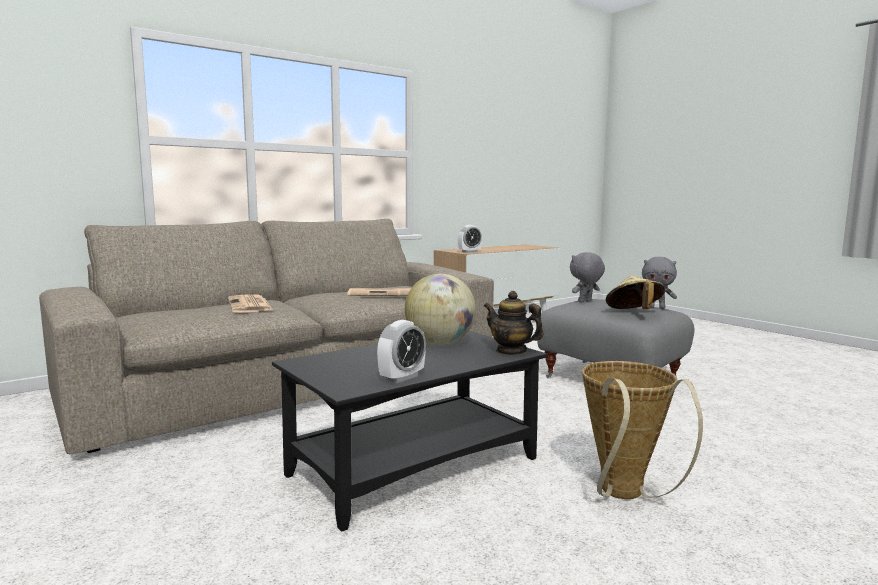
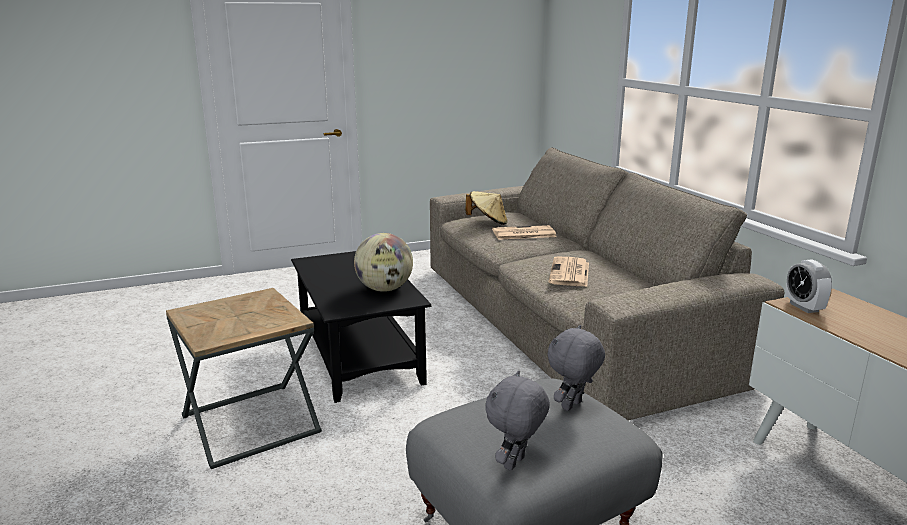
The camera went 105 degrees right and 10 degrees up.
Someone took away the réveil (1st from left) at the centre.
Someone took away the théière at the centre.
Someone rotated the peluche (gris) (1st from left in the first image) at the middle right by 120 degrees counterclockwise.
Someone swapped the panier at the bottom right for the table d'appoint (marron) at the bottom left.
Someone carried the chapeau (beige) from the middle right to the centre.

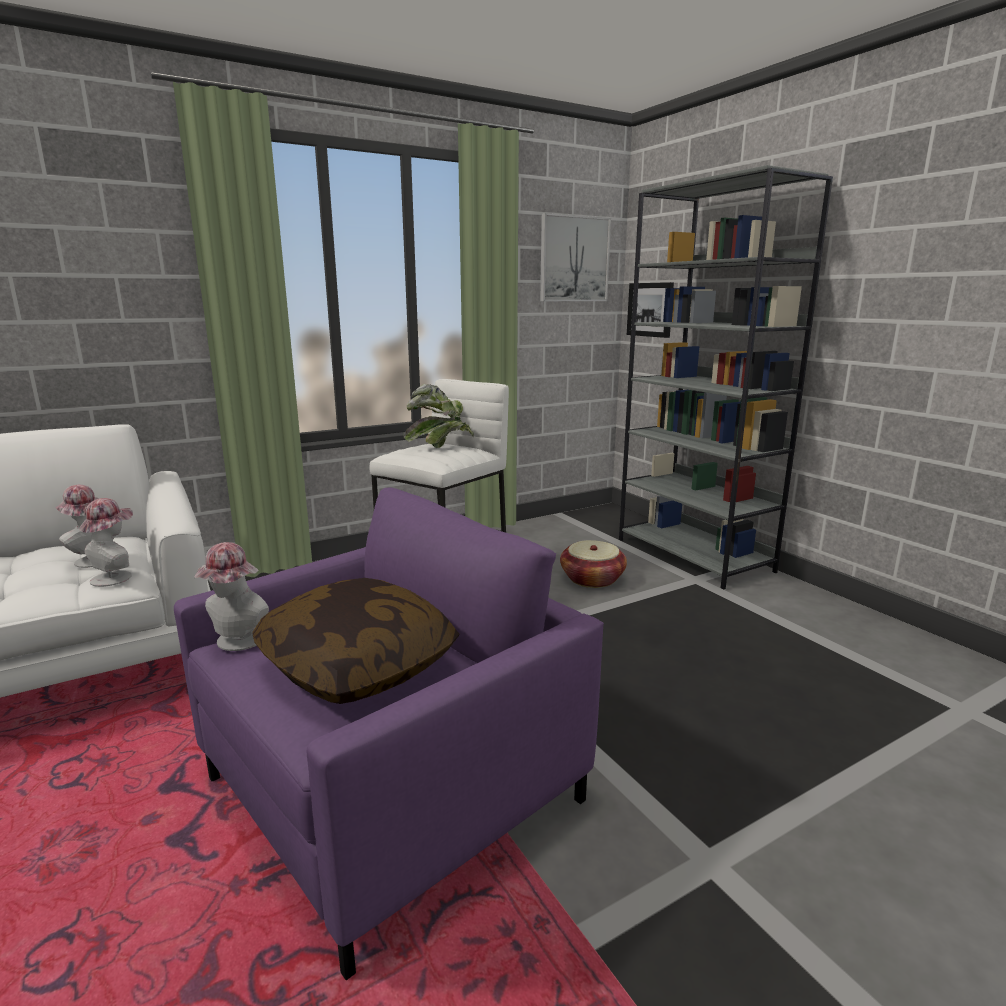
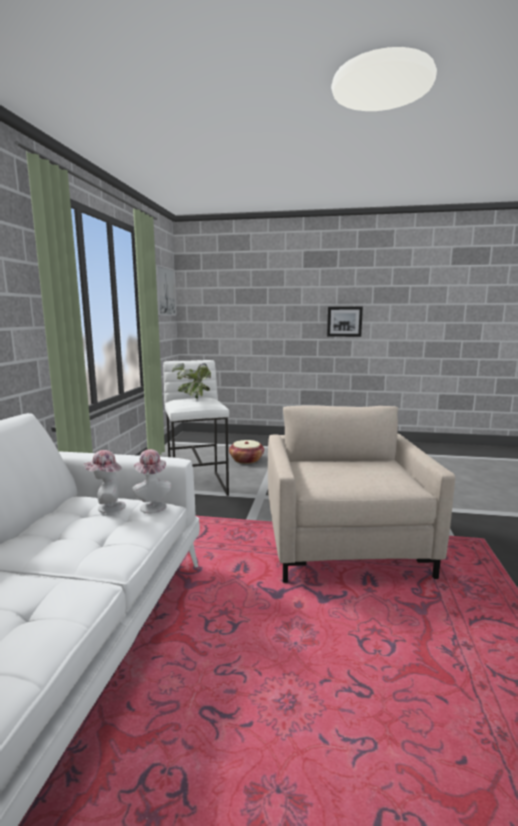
The camera went 50 degrees left and 5 degrees down.
Someone repainted the fauteuil (violet) at the bottom centre, which became the fauteuil (beige) at the middle right.
Someone took away the chapeau (3rd from left) at the middle left.
Someone took away the coussin at the centre.
Someone took away the bibliothèque (gris) at the middle right.
Someone carried the tableau (2nd from left) from the top centre to the centre.

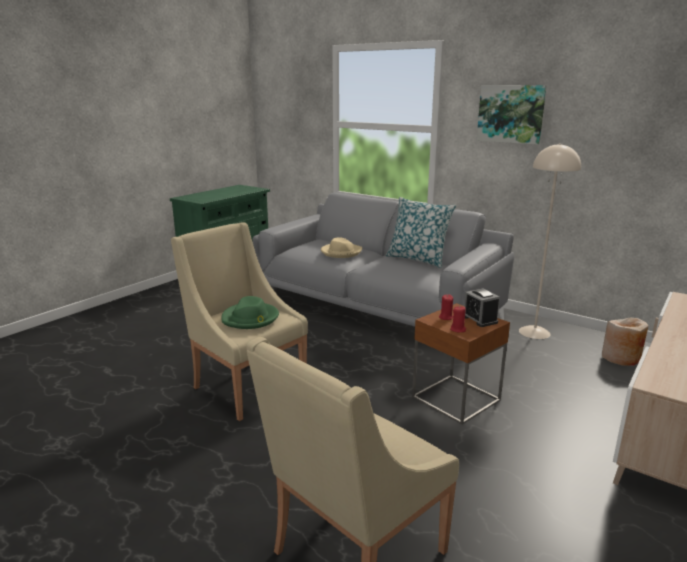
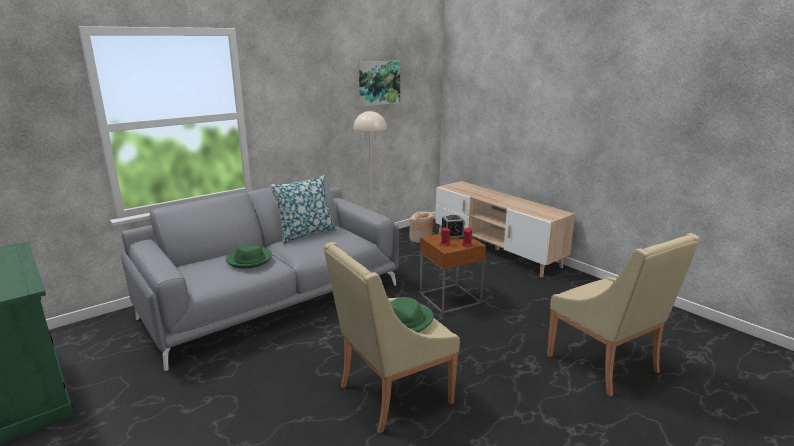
The camera went 75 degrees left and 0 degrees up.
Someone repainted the chapeau (beige) at the centre, which became the chapeau (vert) (1st from left) at the middle left.
Someone carried the tableau from the top right to the top centre.

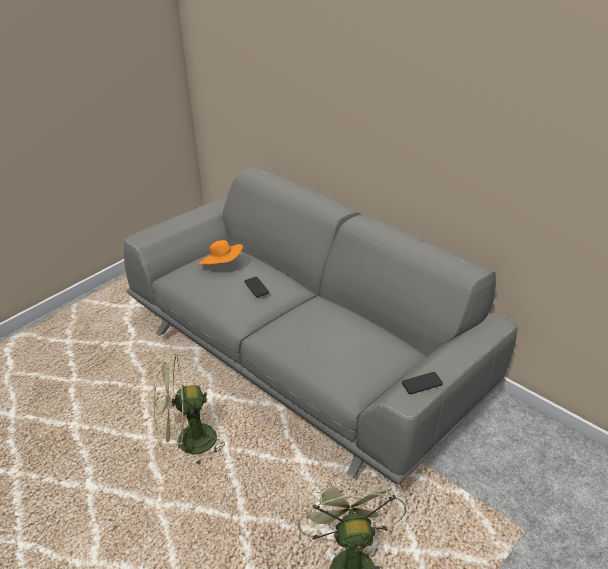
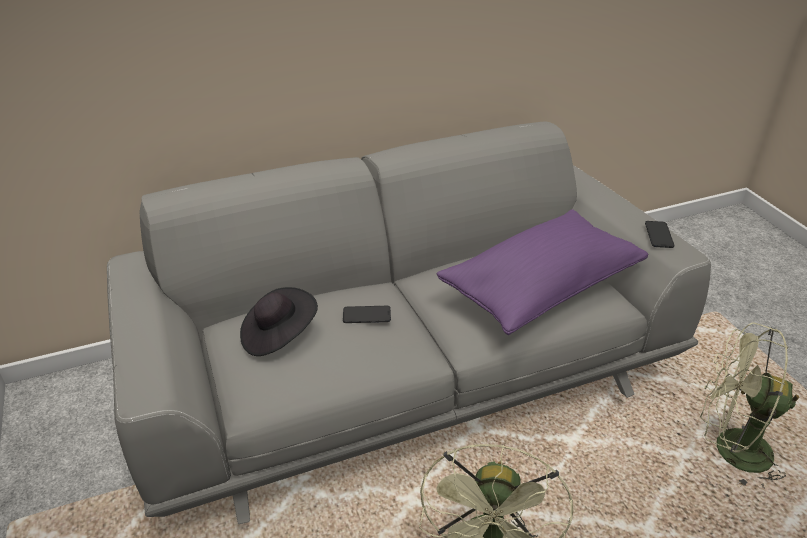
The camera went 65 degrees left and 0 degrees up.
Someone repainted the chapeau (orange) at the centre, which became the chapeau (noir) at the centre.
Someone put down the coussin (violet) at the middle right.

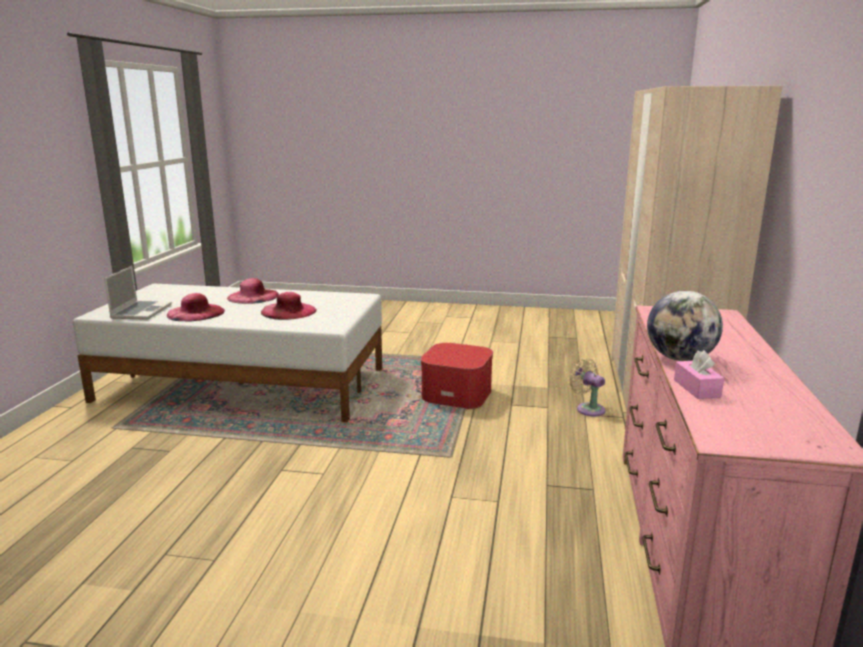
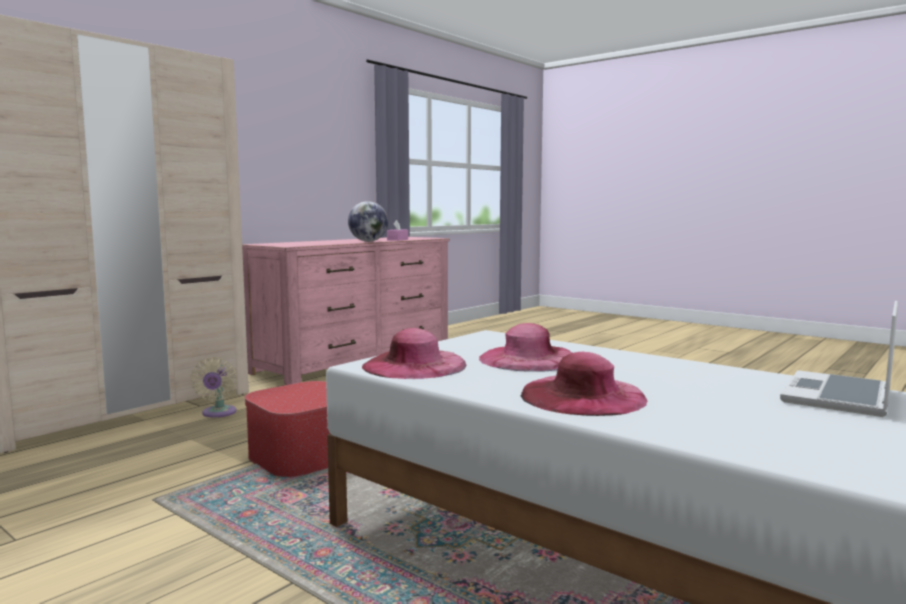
The camera went 150 degrees left and 10 degrees down.
Someone carried the chapeau (rose) (1st from left) from the middle left to the centre.

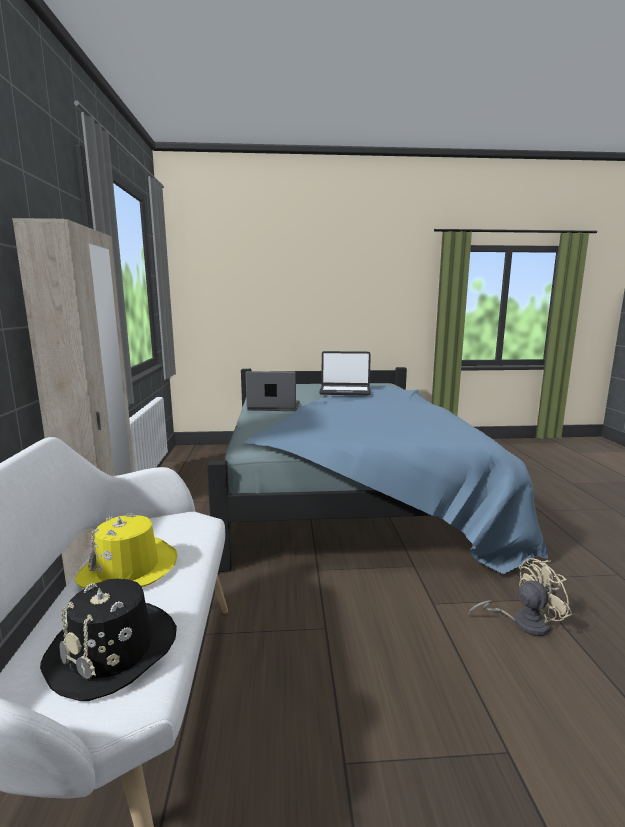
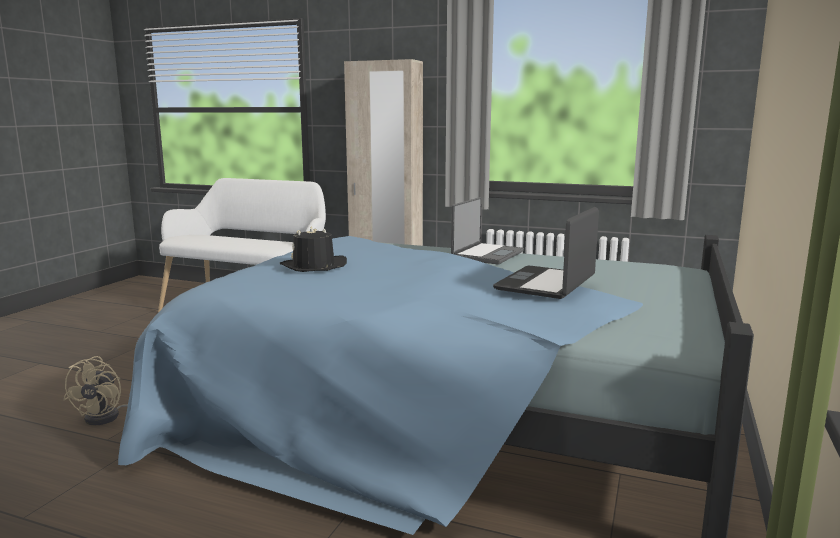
The camera went 115 degrees right and 0 degrees up.
Someone carried the chapeau (noir) from the bottom left to the centre.
Someone took away the chapeau (jaune) at the middle left.

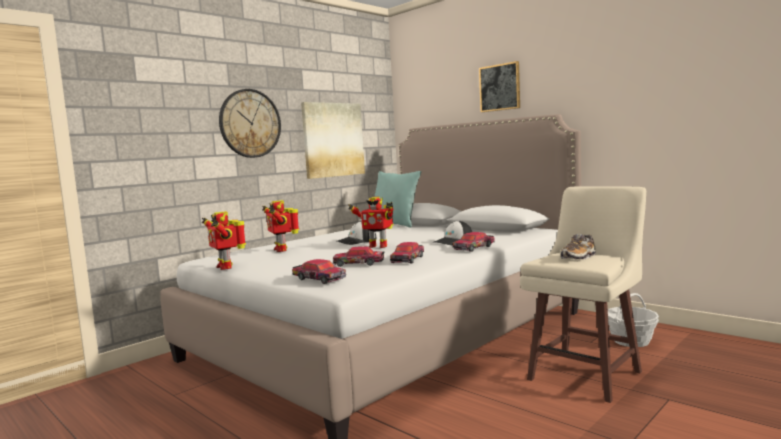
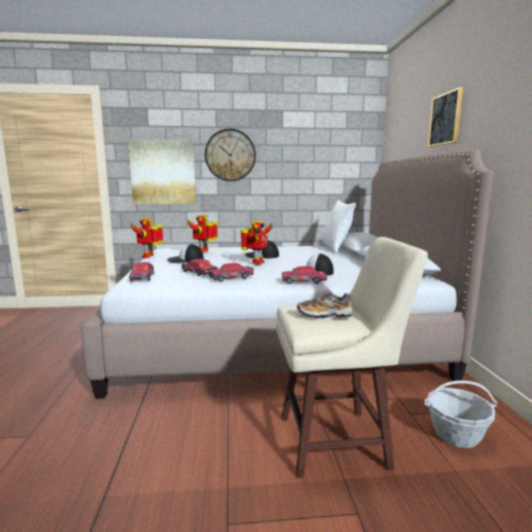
The camera went 40 degrees right and 5 degrees up.
Someone carried the tableau (1st from left) from the top centre to the top left.
Someone rotated the robot jouet (3rd from left) at the centre by 135 degrees counterclockwise.
Someone repainted the coussin (turquoise) at the centre, which became the coussin (blanc) at the centre.
Someone put down the casquette (1st from left) at the centre.

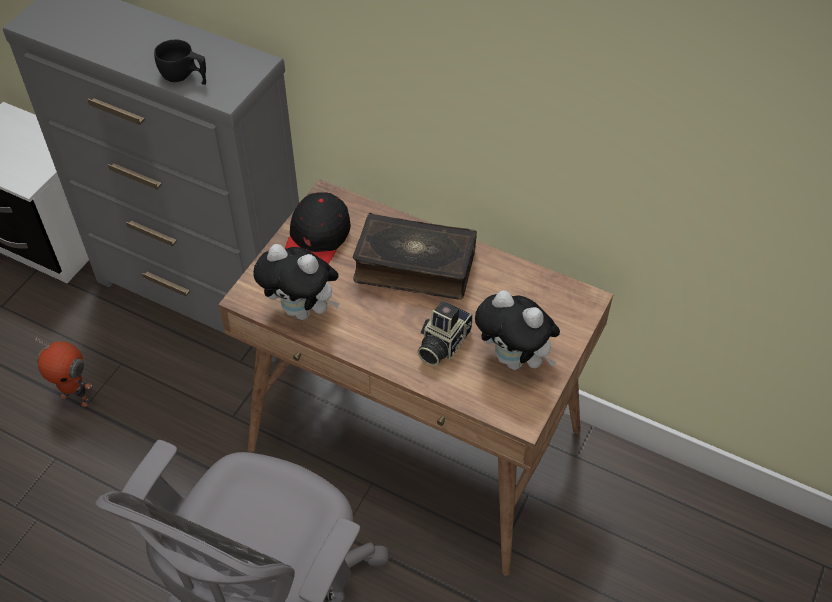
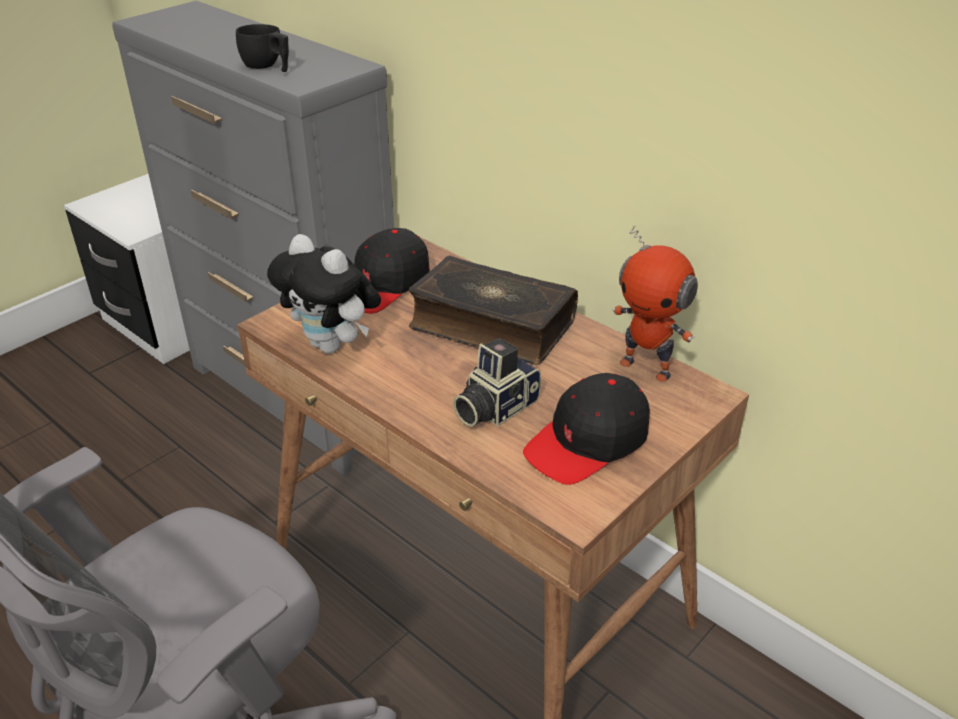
The camera went 15 degrees right and 15 degrees down.
Someone carried the robot jouet from the middle left to the middle right.
Someone swapped the peluche (2nd from left) at the centre for the casquette (noir) (2nd from left) at the centre.

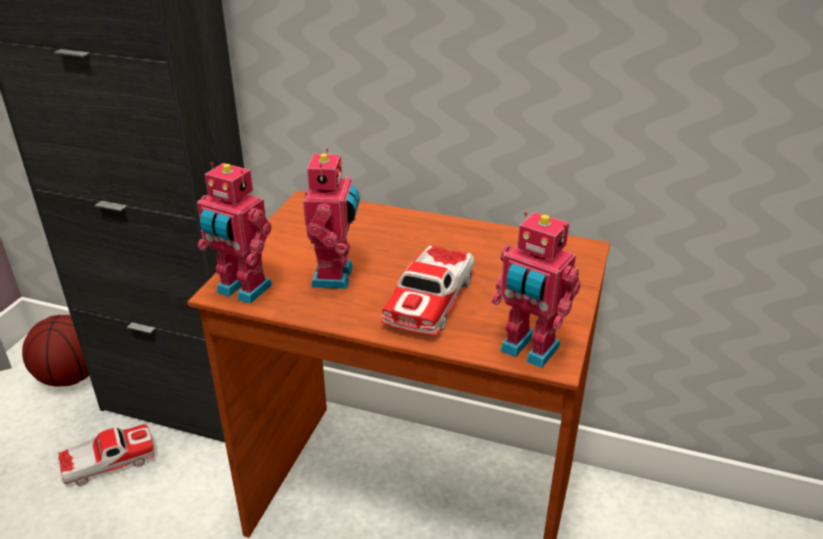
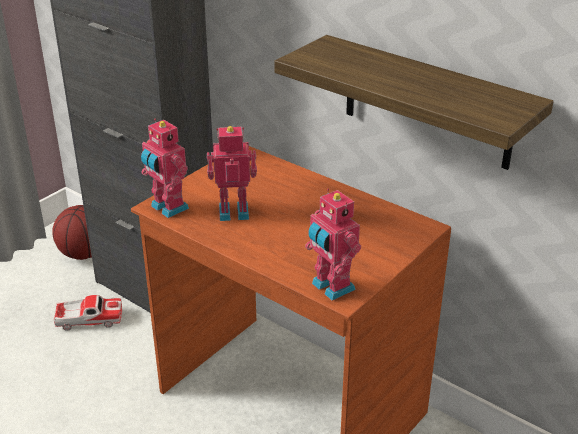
The camera went 20 degrees right and 0 degrees up.
Someone rotated the robot jouet (2nd from left) at the centre by 120 degrees counterclockwise.
Someone took away the petite voiture (2nd from left) at the centre.
Someone put up the étagère at the top right.

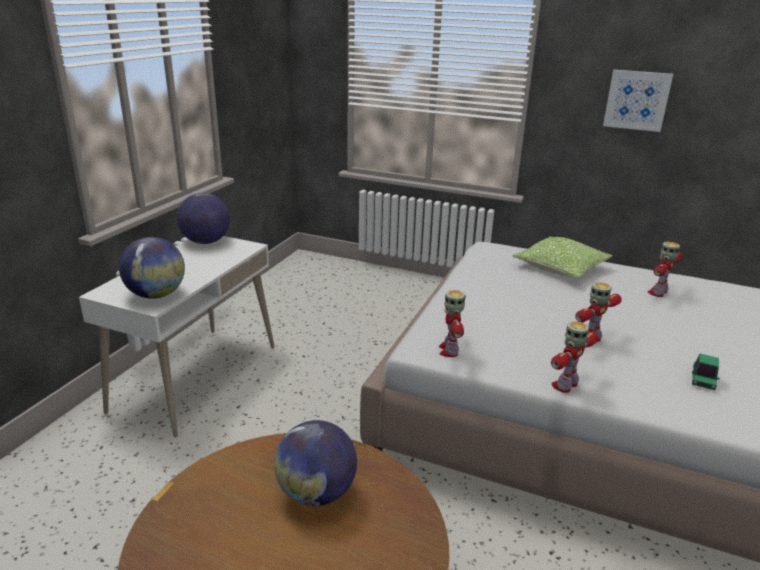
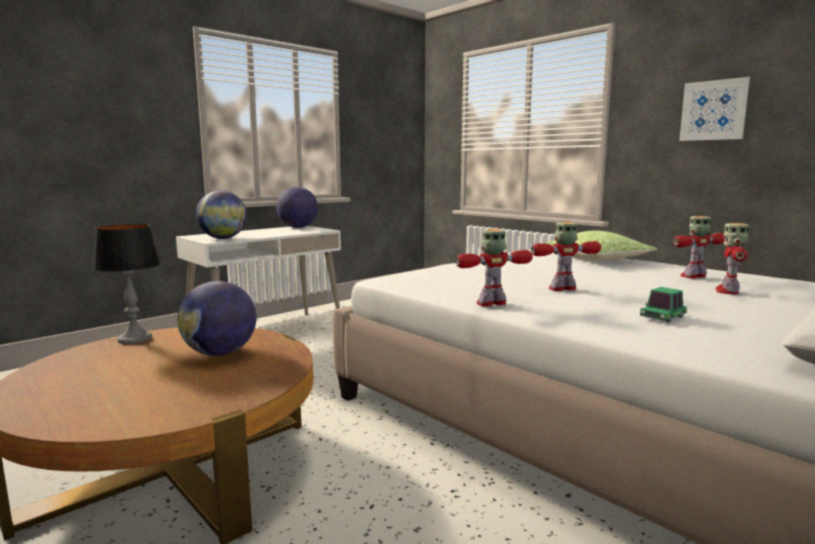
The camera went 25 degrees right and 15 degrees down.
Someone carried the robot jouet (1st from left in the first image) from the centre to the middle right.
Someone put down the lampe de table at the middle left.

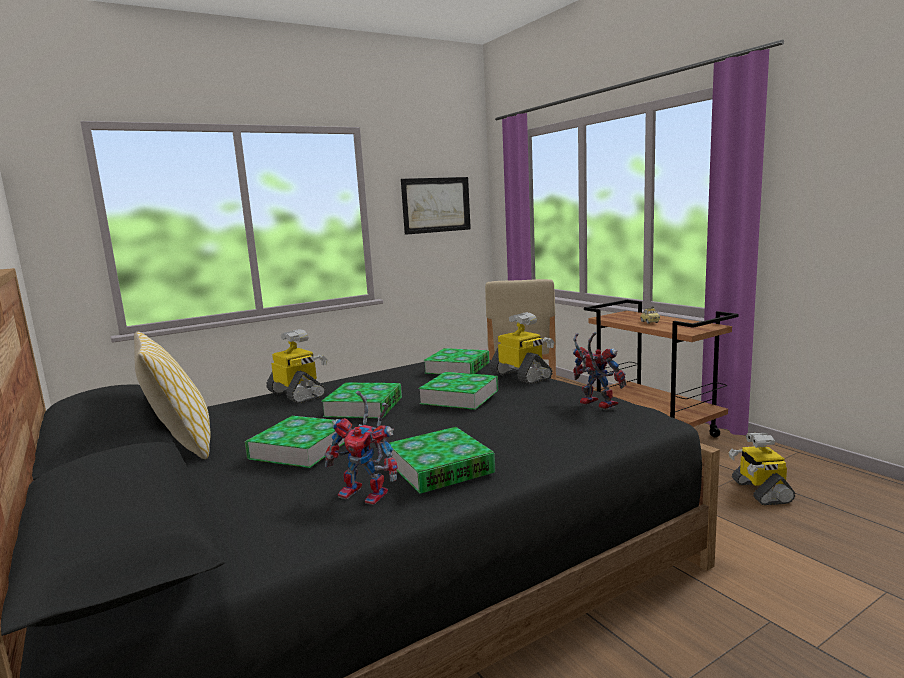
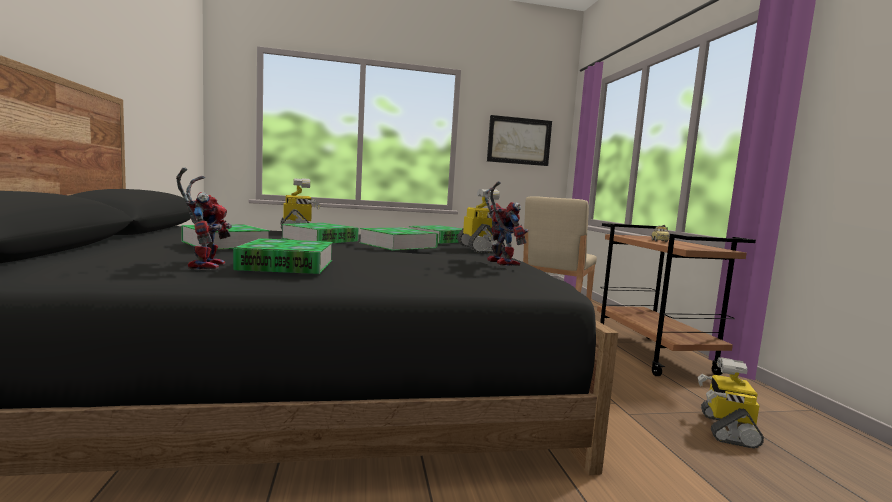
The camera went 20 degrees right and 5 degrees down.
Someone took away the coussin at the middle left.
Someone rotated the robot jouet (2nd from left in the first image) at the centre by 150 degrees counterclockwise.

